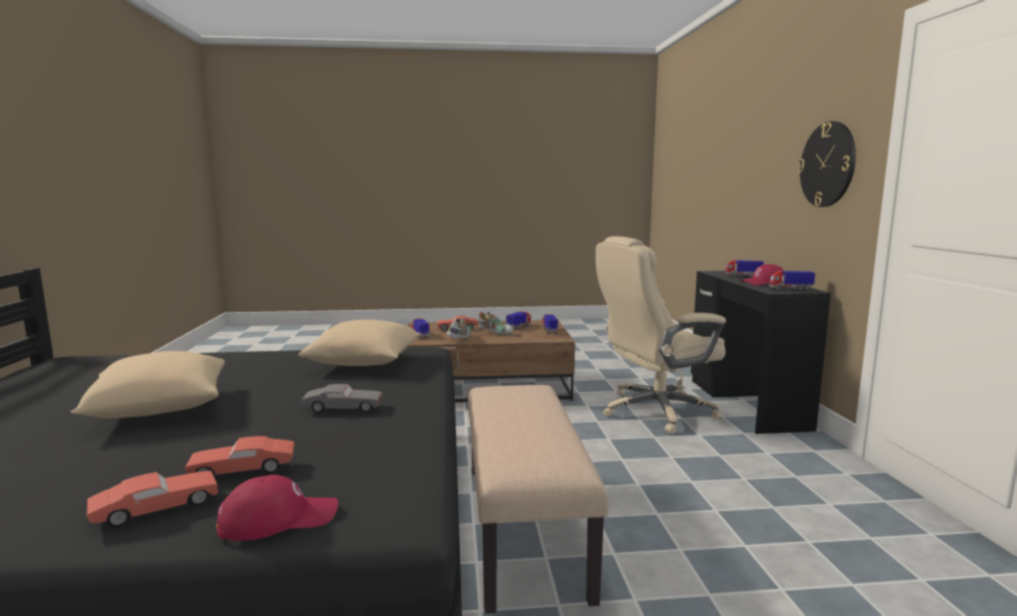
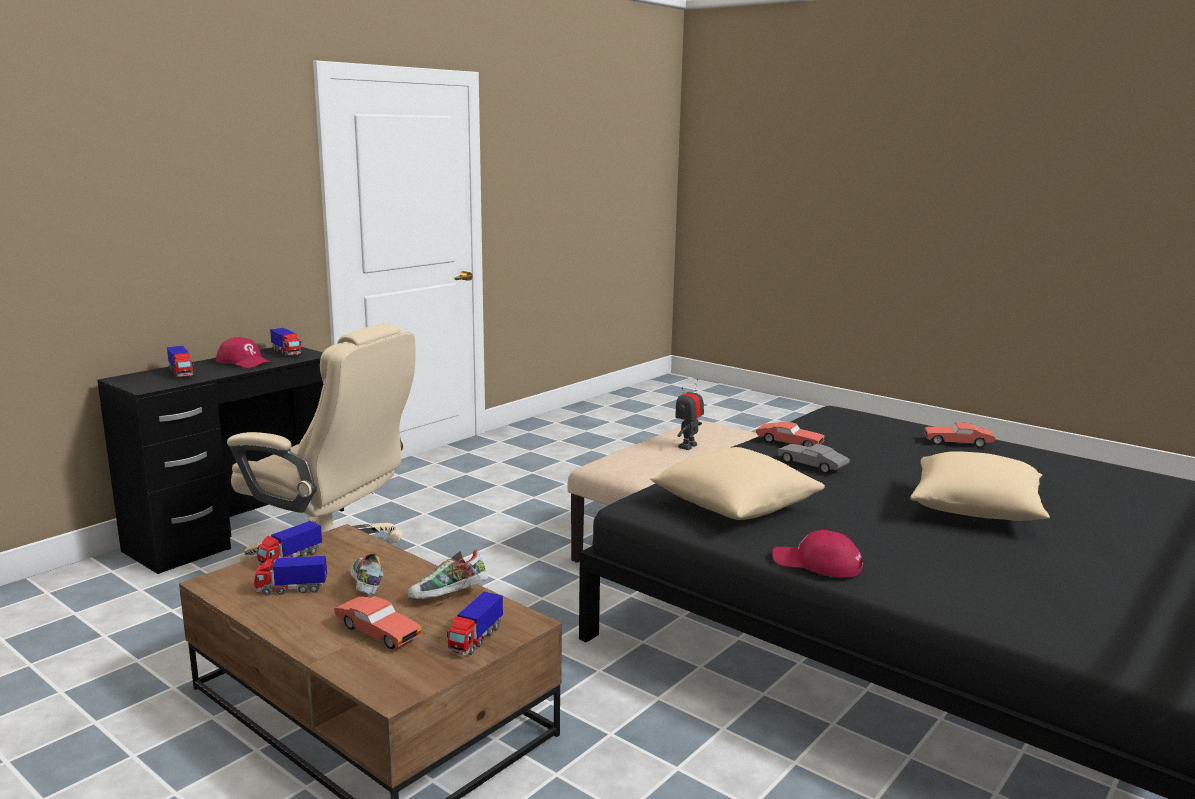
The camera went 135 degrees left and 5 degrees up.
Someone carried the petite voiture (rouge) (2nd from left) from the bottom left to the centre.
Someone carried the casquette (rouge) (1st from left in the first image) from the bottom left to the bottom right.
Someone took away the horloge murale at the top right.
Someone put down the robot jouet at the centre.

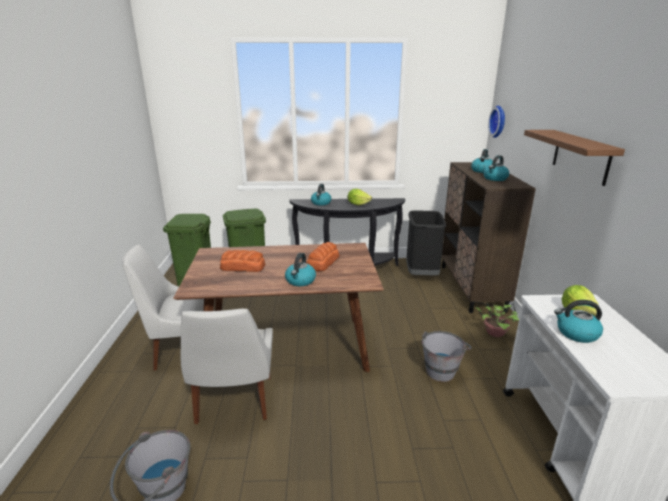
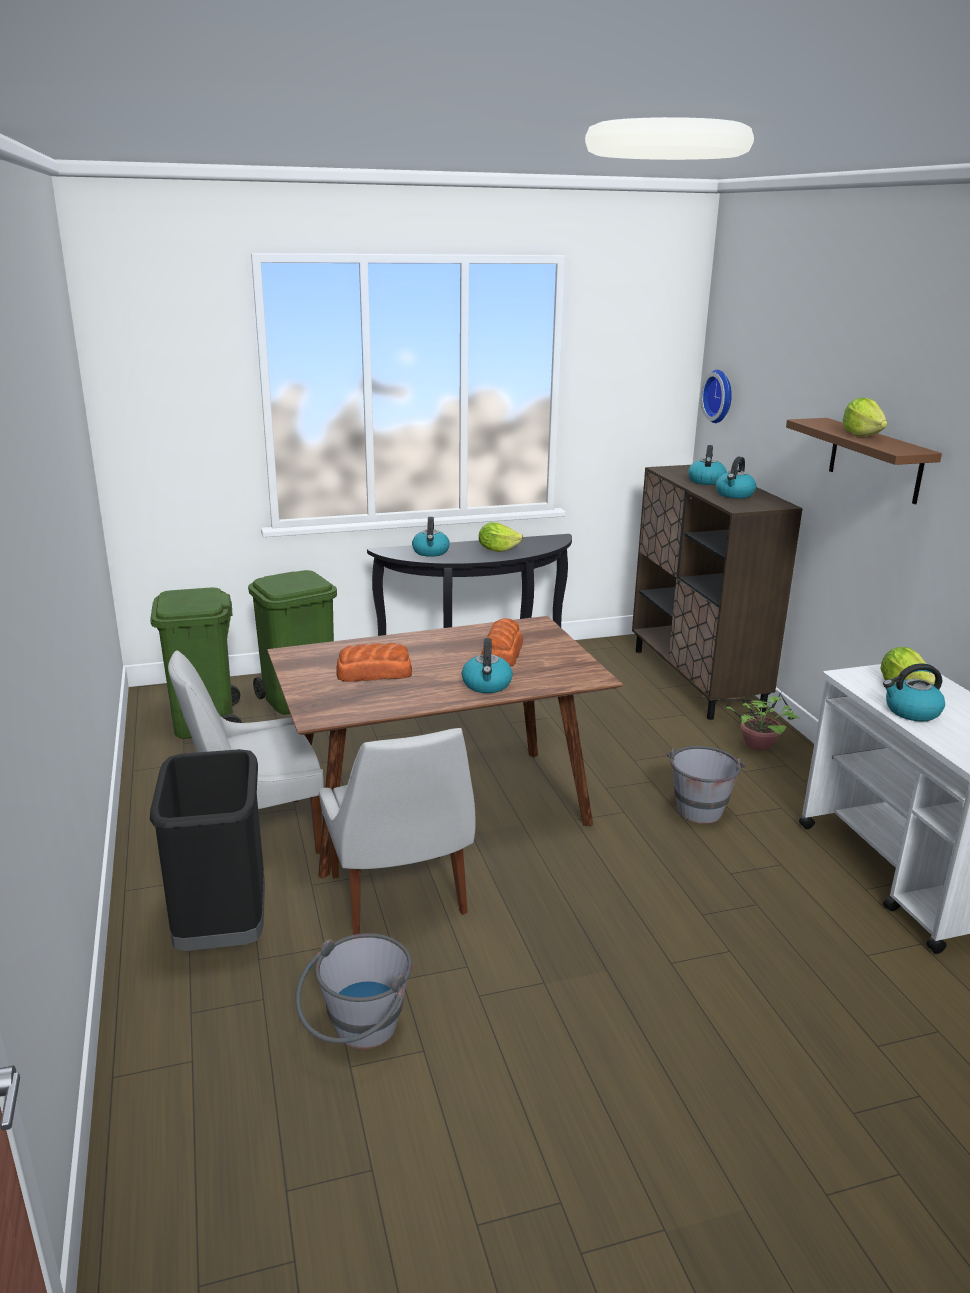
The camera went 15 degrees left and 0 degrees up.
Someone carried the poubelle (noir) from the centre to the middle left.
Someone put down the laitue (2nd from left) at the top right.

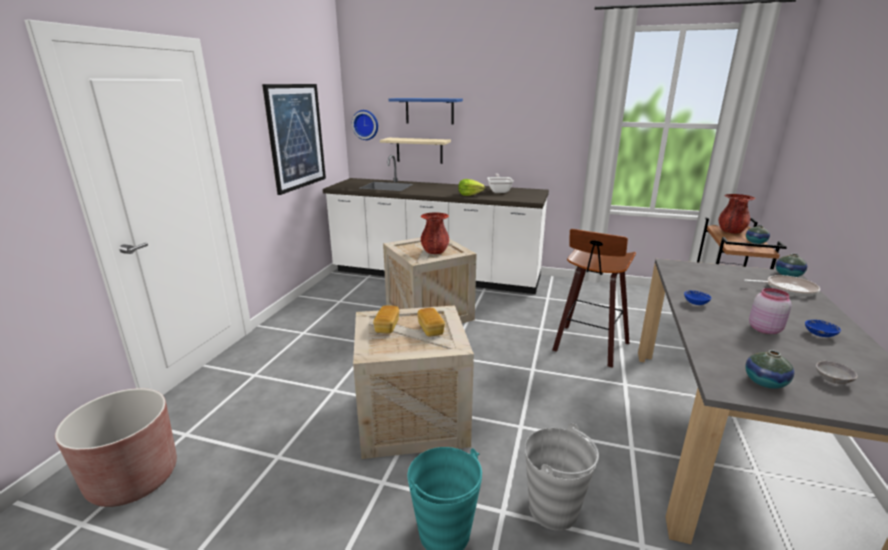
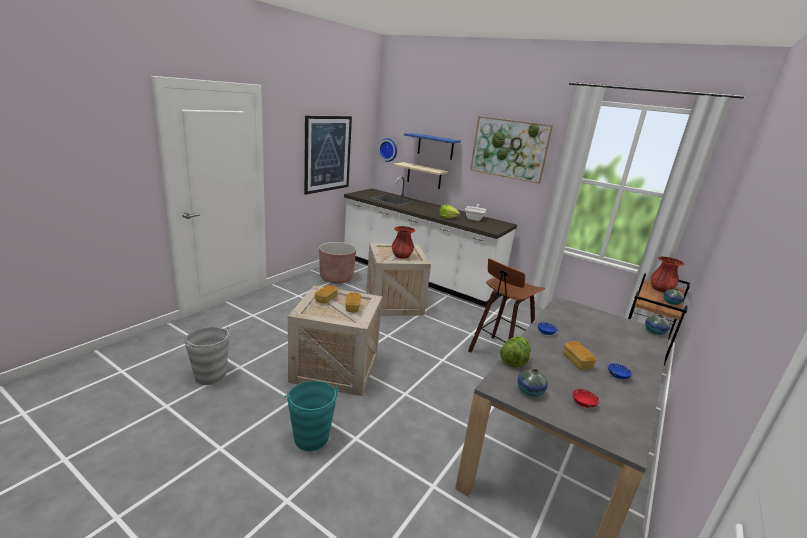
The camera went 15 degrees right and 0 degrees up.
Someone carried the cache-pot (marron) from the bottom left to the centre.
Someone carried the seau (gris) from the bottom centre to the middle left.
Someone took away the poêle (2nd from left) at the middle right.
Someone swapped the bocal (rose) at the middle right for the pain (3rd from left) at the middle right.
Someone repainted the bol (gris) at the bottom right, which became the bol (rouge) at the bottom right.
Someone put up the tableau (2nd from left) at the top centre.
Someone put down the laitue (2nd from left) at the centre.

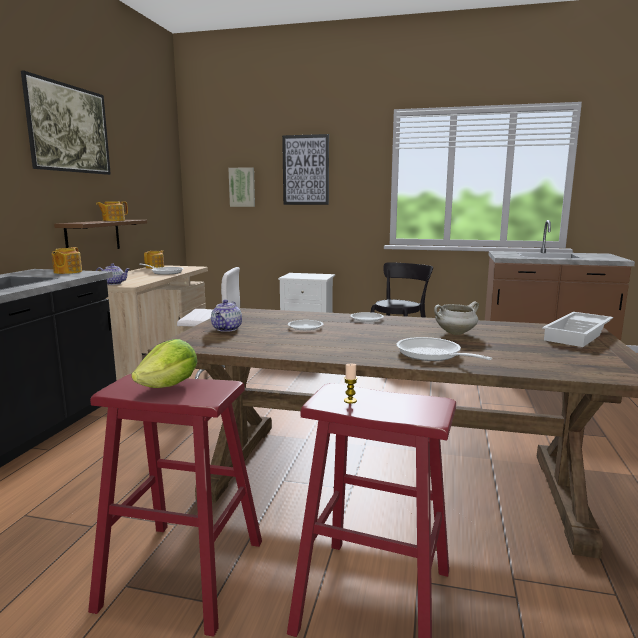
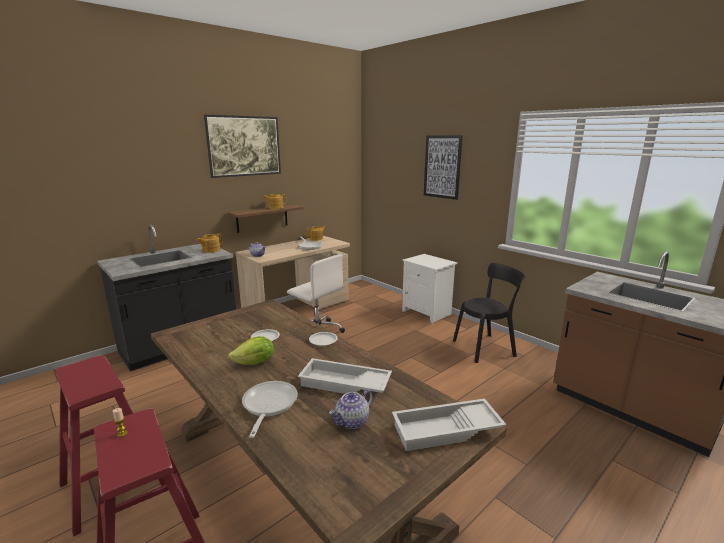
The camera went 35 degrees right and 5 degrees up.
Someone carried the laitue from the middle left to the centre.
Someone carried the théière (5th from left) from the centre to the bottom centre.
Someone took away the tableau (2nd from left) at the top centre.
Someone swapped the marmite (blanc) at the middle right for the plateau (blanc) (1st from left) at the bottom centre.

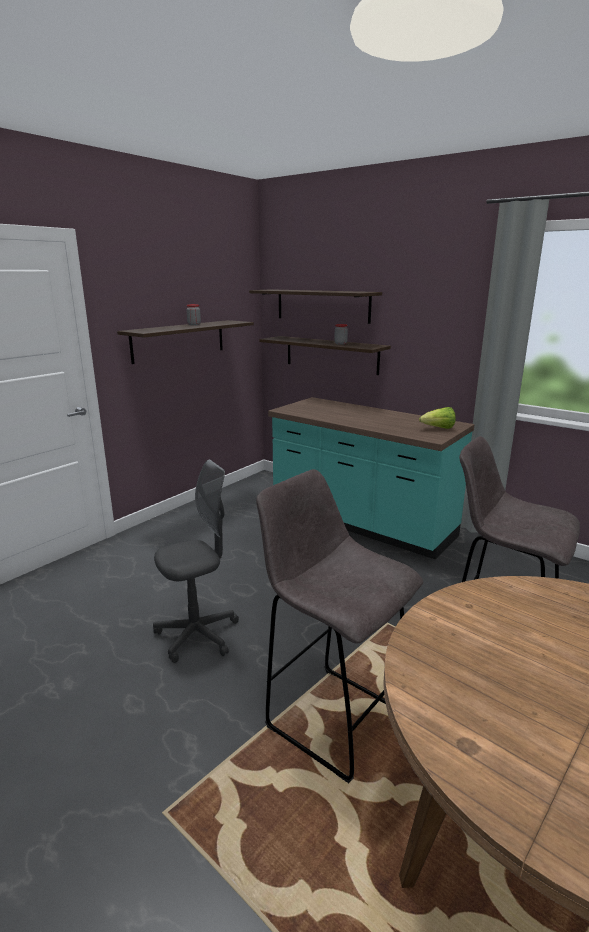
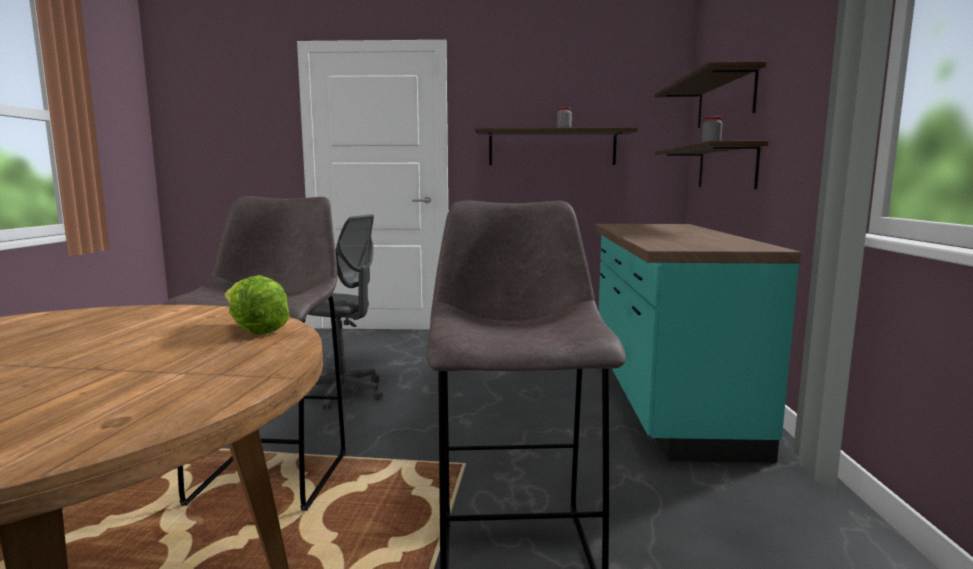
The camera went 55 degrees right and 10 degrees down.
Someone carried the laitue from the middle right to the middle left.

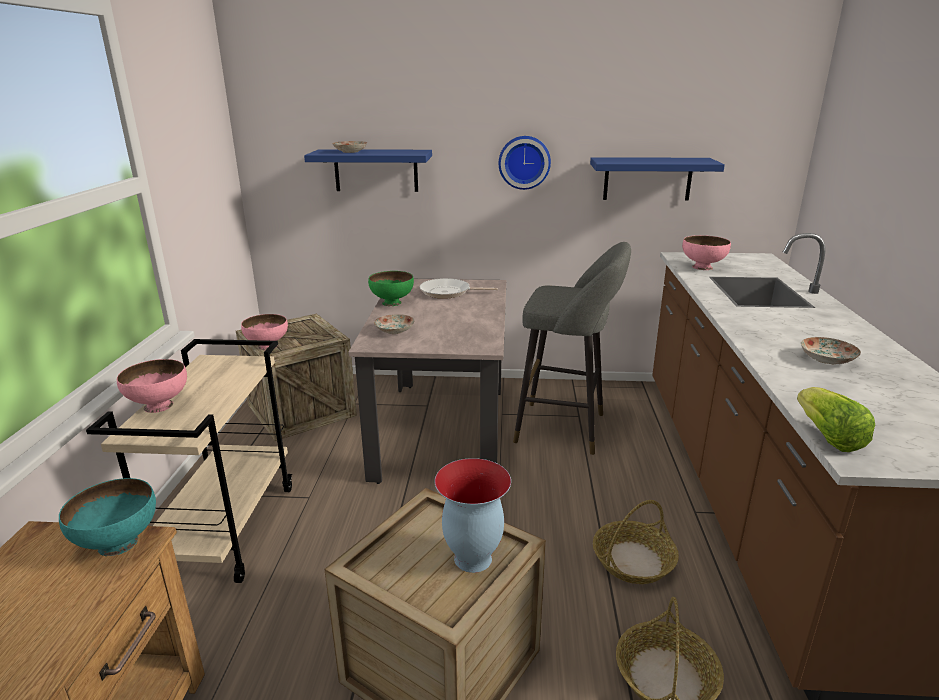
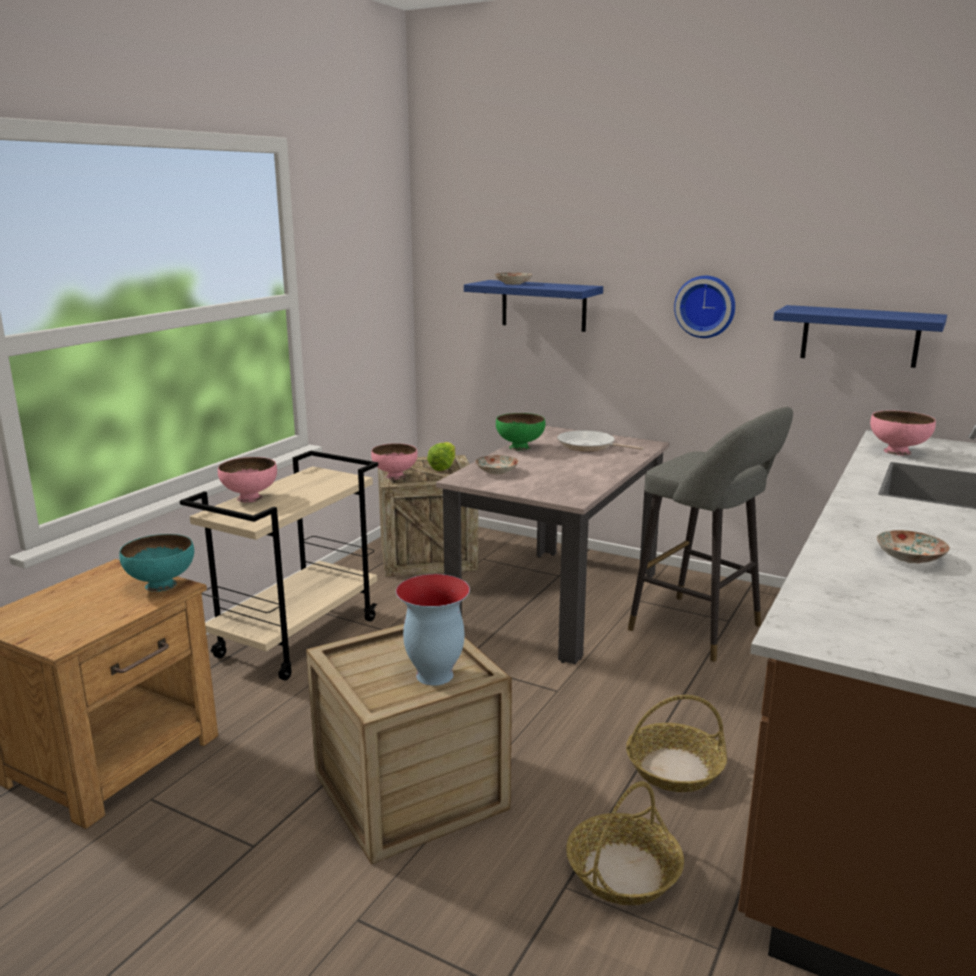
The camera went 25 degrees right and 5 degrees down.
Someone carried the laitue from the middle right to the centre.

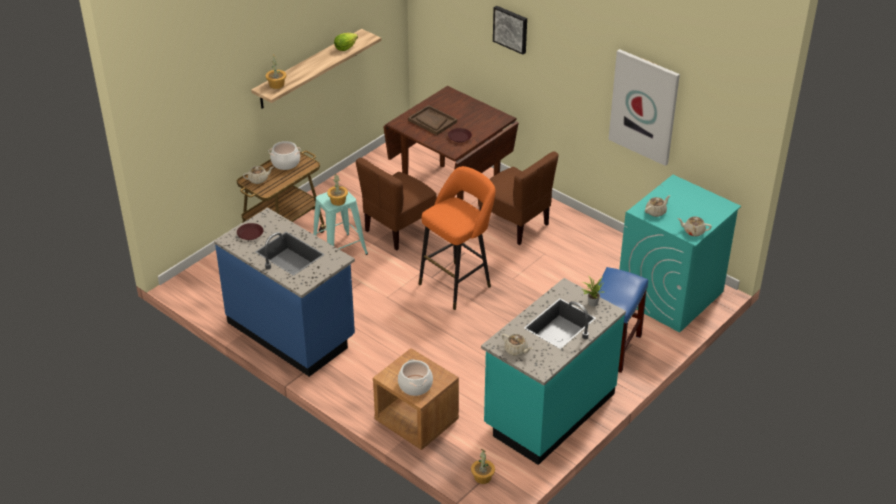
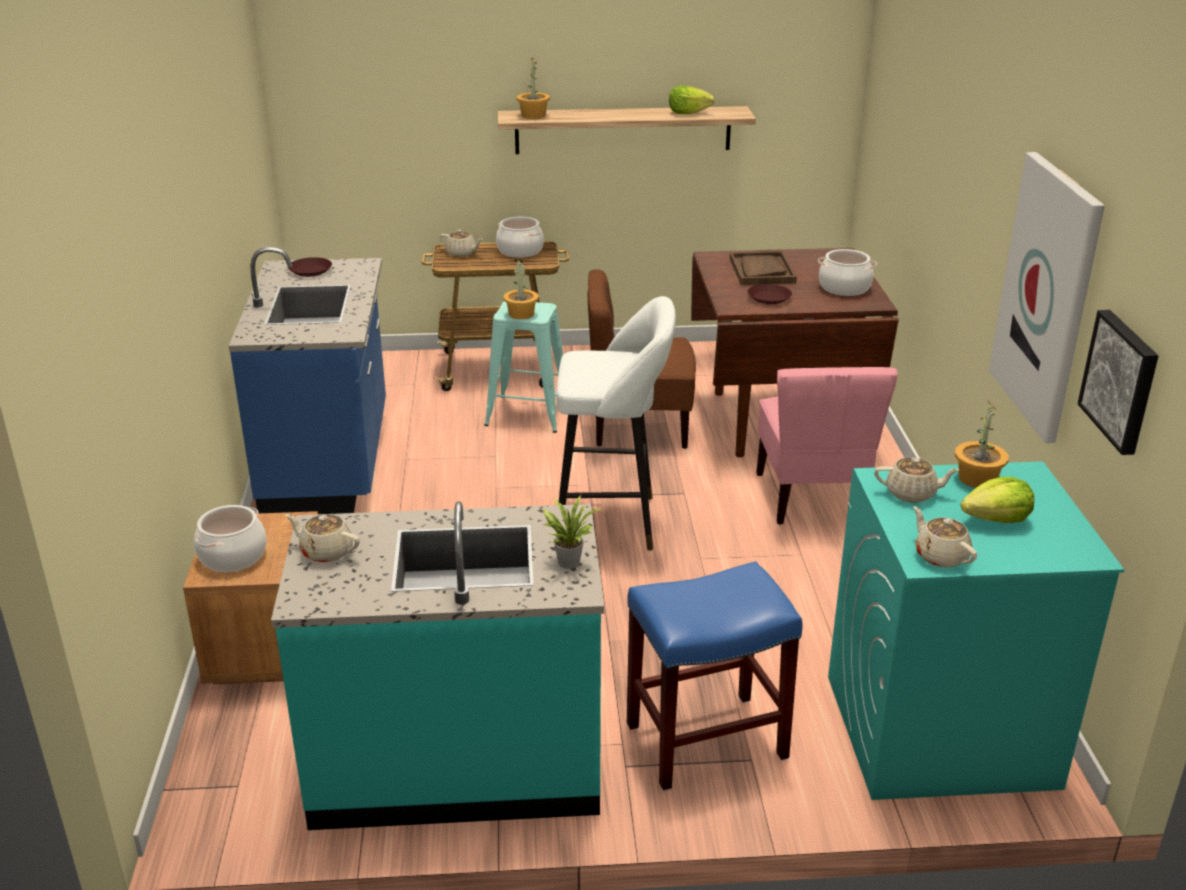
The camera went 45 degrees right and 10 degrees down.
Someone repainted the tabouret (orange) at the centre, which became the tabouret (blanc) at the centre.
Someone carried the plante en pot (3rd from left in the first image) from the bottom centre to the middle right.
Someone repainted the chaise (marron) (2nd from left) at the centre, which became the chaise (rose) at the middle right.
Someone carried the tableau (1st from left in the first image) from the top centre to the middle right.
Someone rotated the théière (beige) (2nd from left in the first image) at the bottom centre by 120 degrees clockwise.
Someone put down the marmite (3rd from left) at the top right.
Someone put down the laitue (2nd from left) at the middle right.

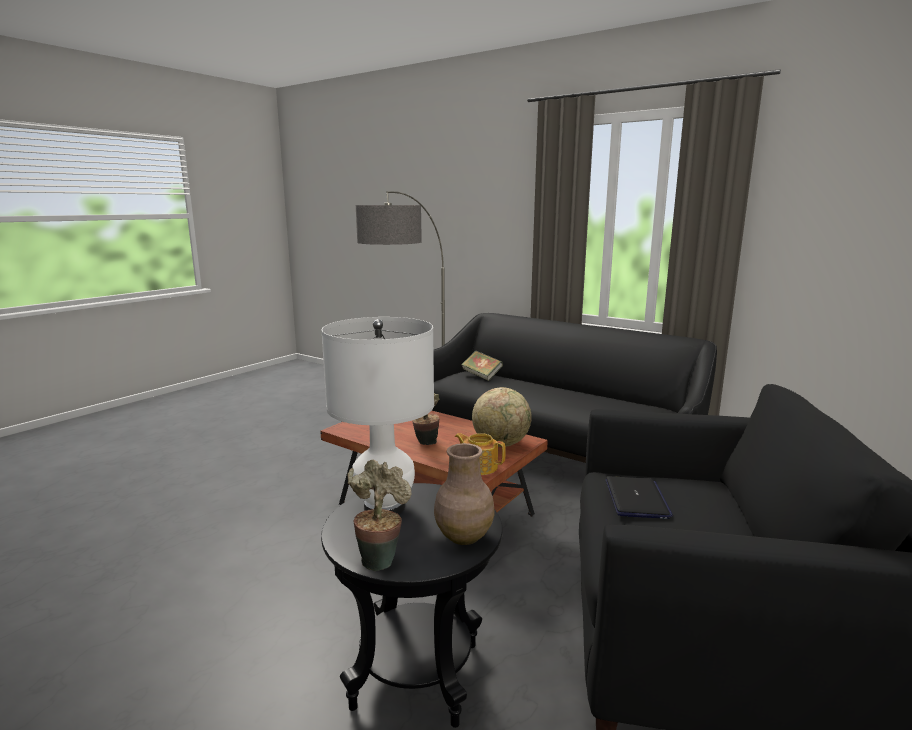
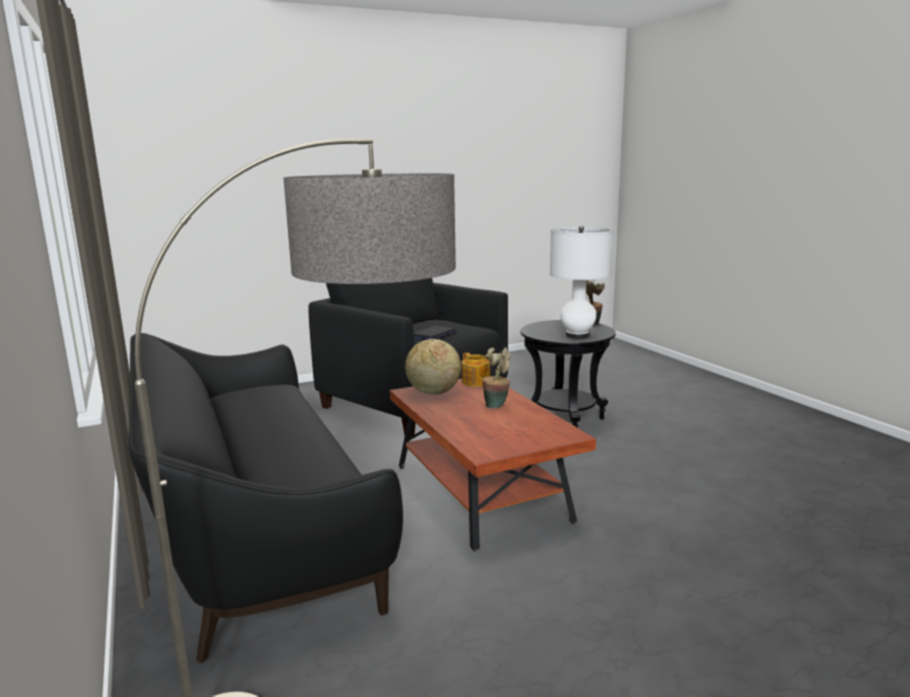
The camera went 150 degrees left and 0 degrees up.
Someone took away the vase (marron) at the bottom centre.
Someone took away the livre at the centre.

